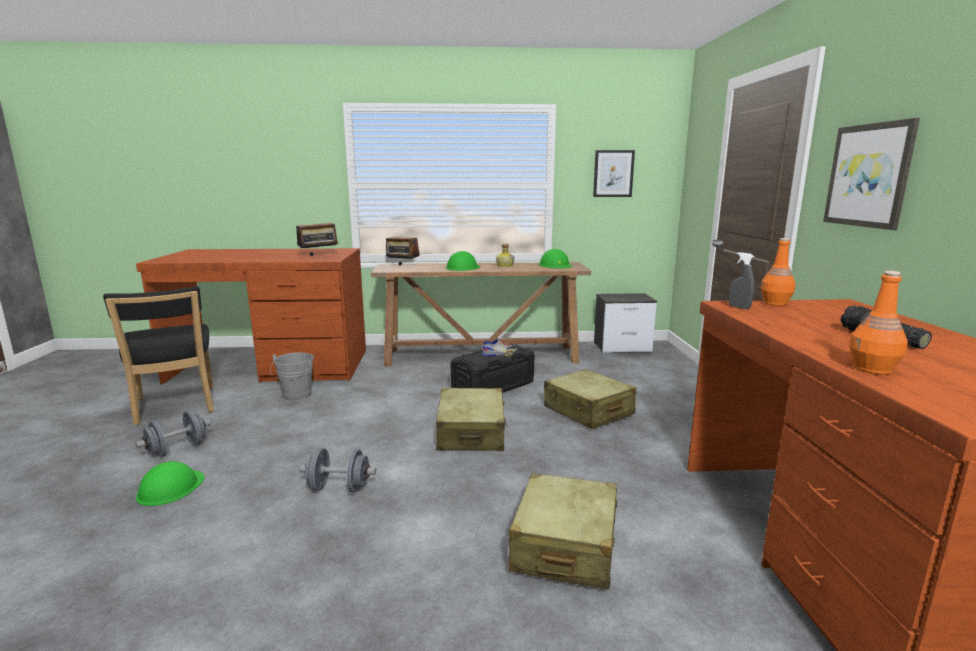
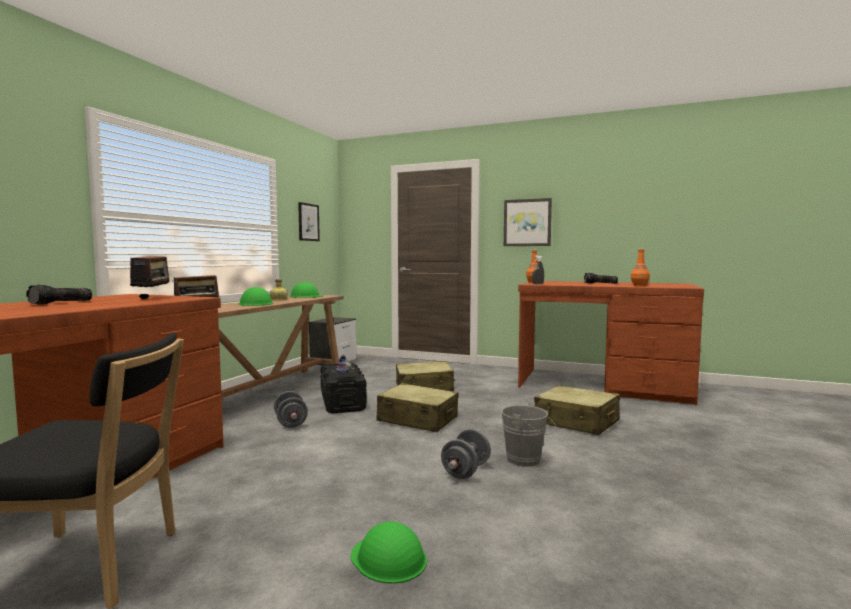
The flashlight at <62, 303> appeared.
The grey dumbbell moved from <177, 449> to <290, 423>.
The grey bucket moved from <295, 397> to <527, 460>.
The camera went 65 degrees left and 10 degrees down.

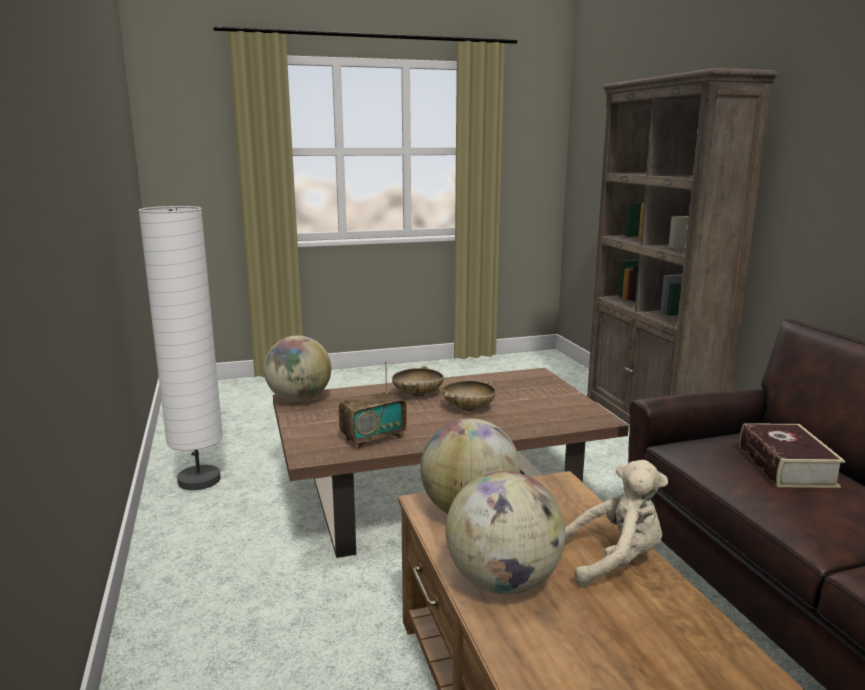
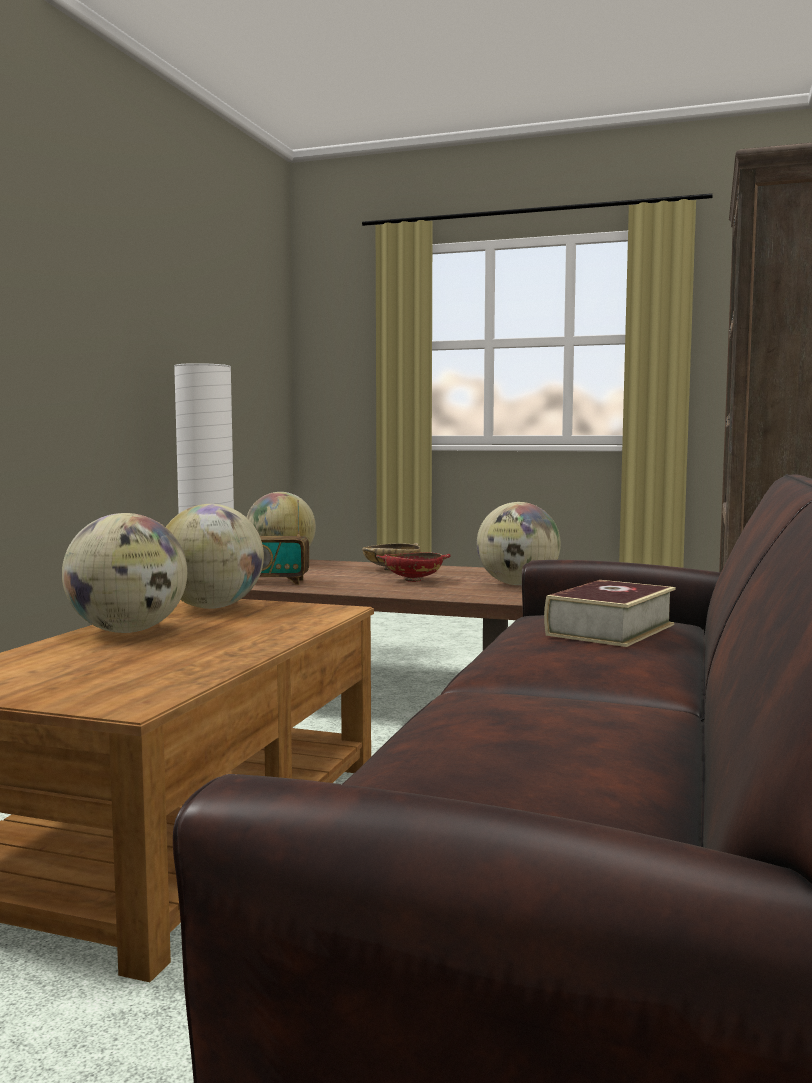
The beige bowl at <468, 408> became the red bowl at <413, 580>.
The globe at <517, 584> appeared.
The beige plush toy at <614, 561> disappeared.
The camera went 35 degrees right and 10 degrees down.

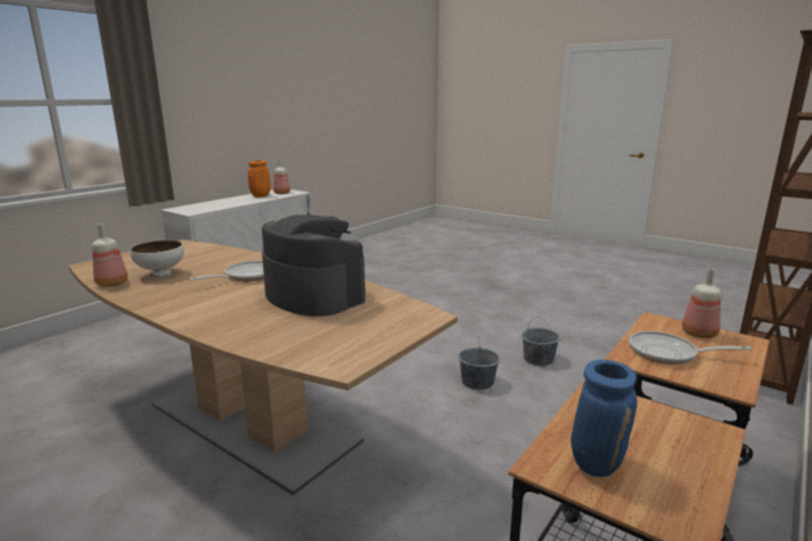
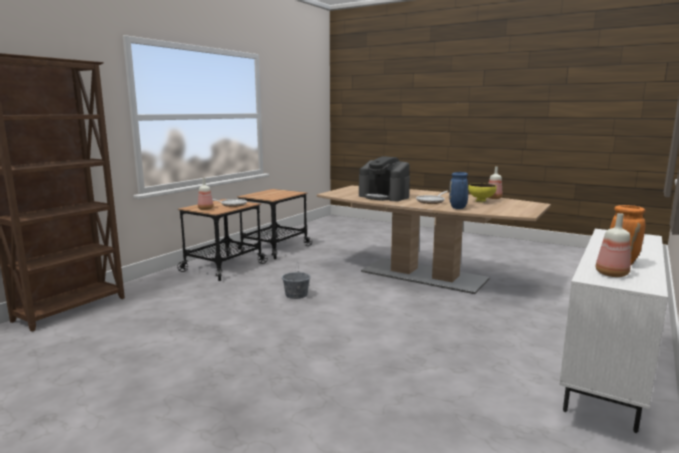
The blue vase moved from <596, 463> to <458, 208>.
The white bowl at <161, 274> became the yellow bowl at <481, 201>.
The grey bucket at <538, 359> disappeared.
The camera went 175 degrees right and 5 degrees down.

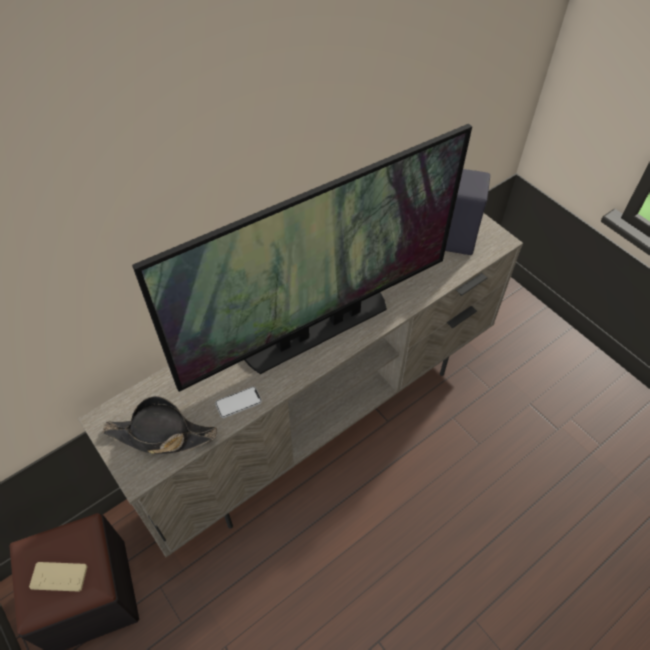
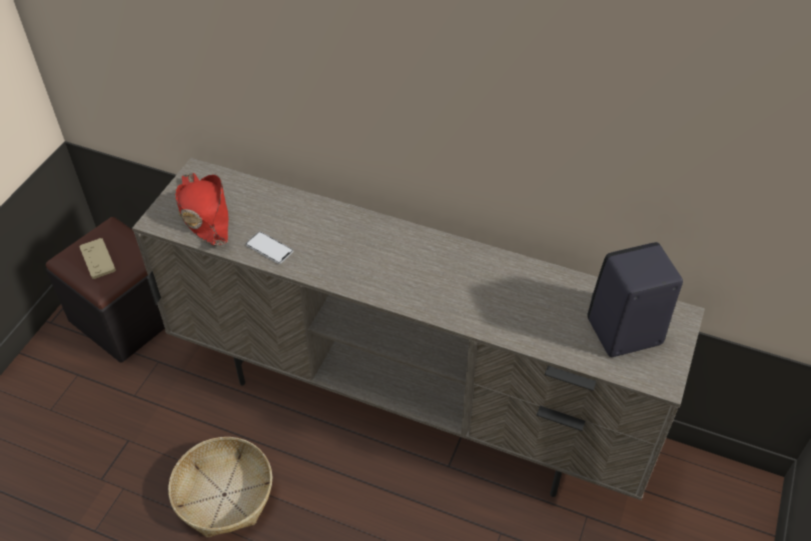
The basket at <224, 494> appeared.
The black hat at <160, 435> became the red hat at <204, 214>.
The television at <317, 329> disappeared.
The camera went 60 degrees right and 5 degrees down.

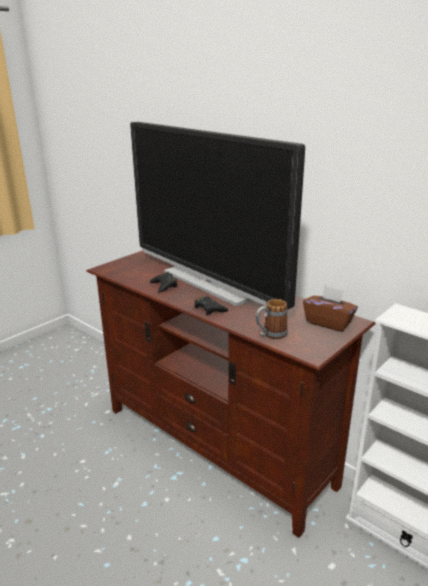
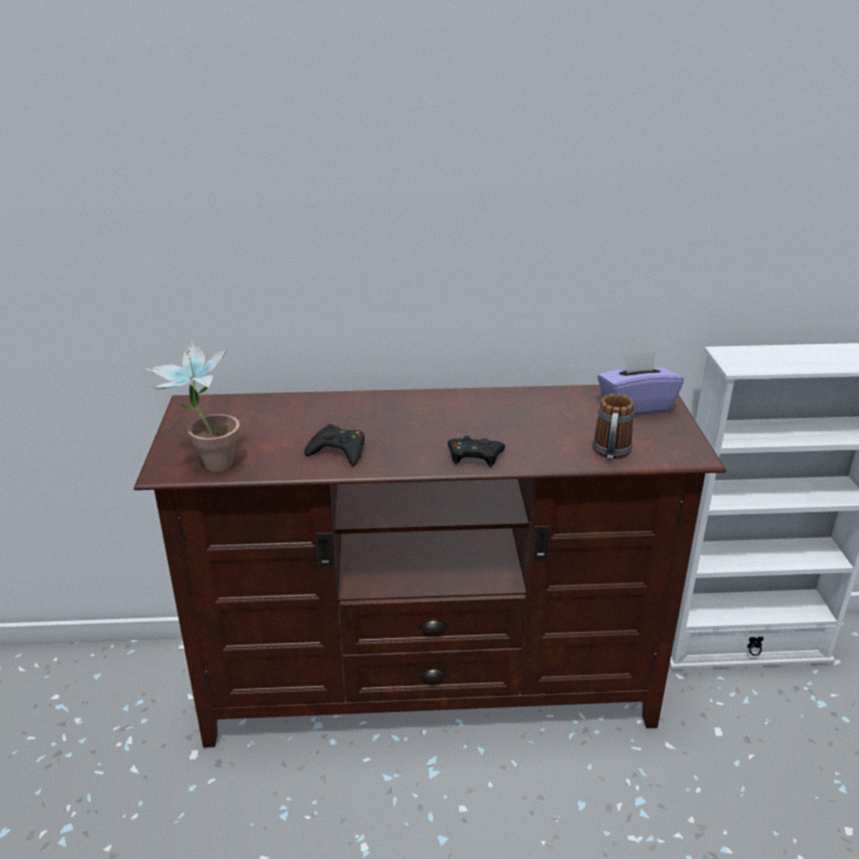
The potted plant at <207, 466> appeared.
The brown tissue box at <328, 323> became the purple tissue box at <635, 406>.
The television at <210, 283> disappeared.
The camera went 45 degrees left and 5 degrees up.

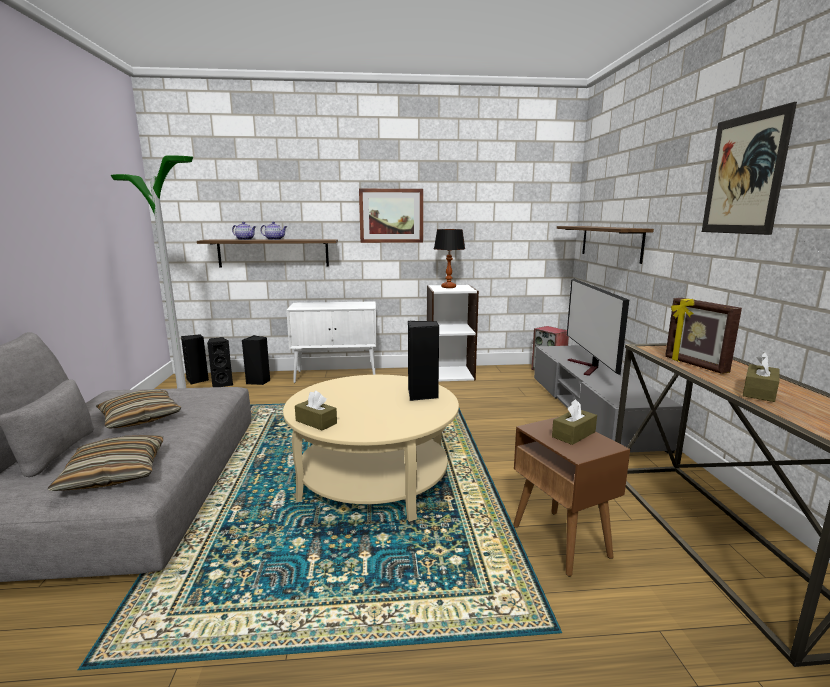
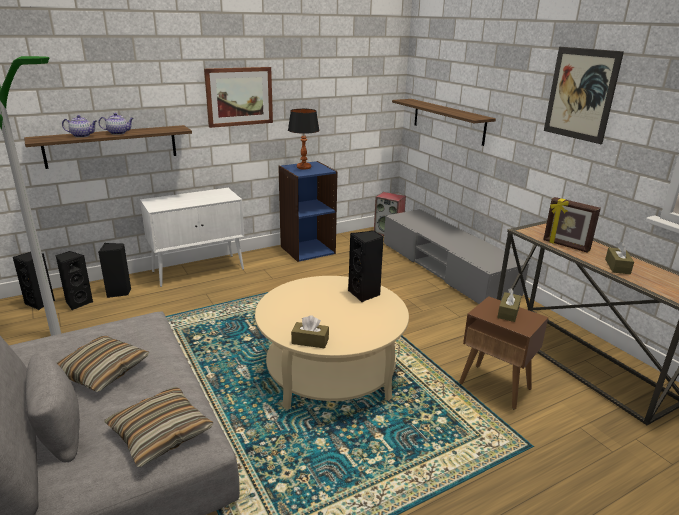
The white bookcase at <450, 373> became the blue bookcase at <307, 249>.
The television at <588, 368> disappeared.
The camera went 25 degrees left and 10 degrees up.

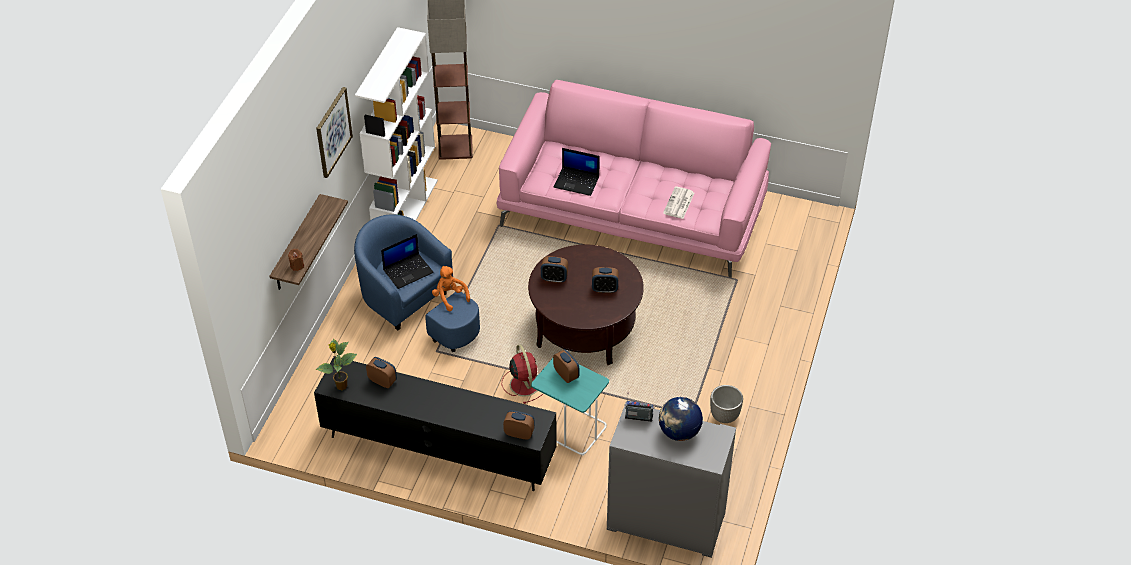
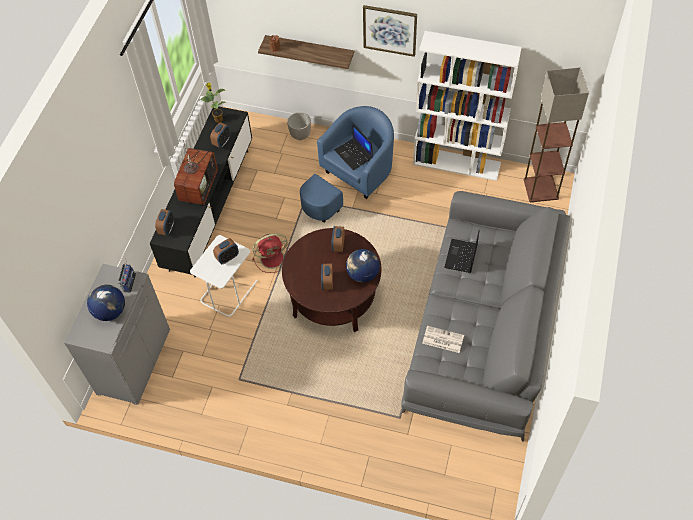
The television at <197, 185> appeared.
The turquoise side table at <568, 427> became the white side table at <228, 290>.
The planter moved from <724, 416> to <300, 135>.
The globe at <362, 274> appeared.
The pink sofa at <633, 209> became the grey sofa at <482, 329>.
The orange plush toy at <450, 297> disappeared.
The camera went 90 degrees right and 10 degrees up.

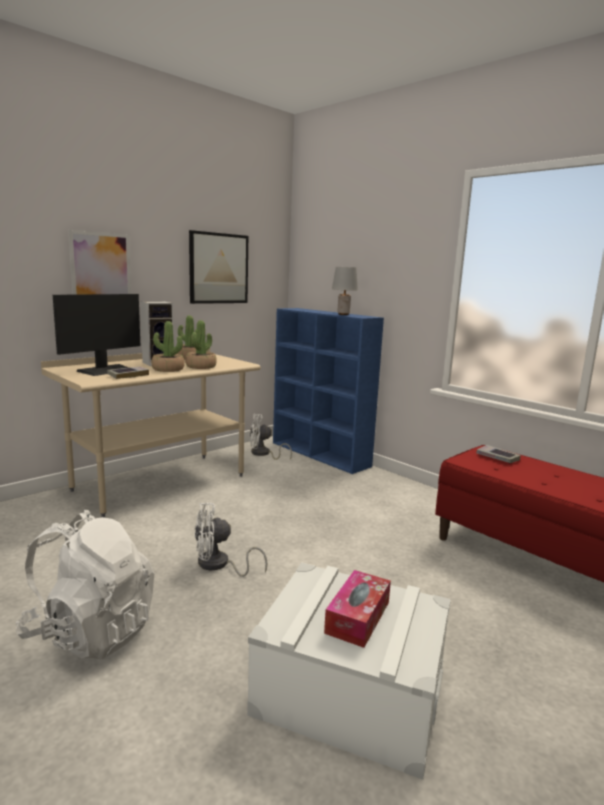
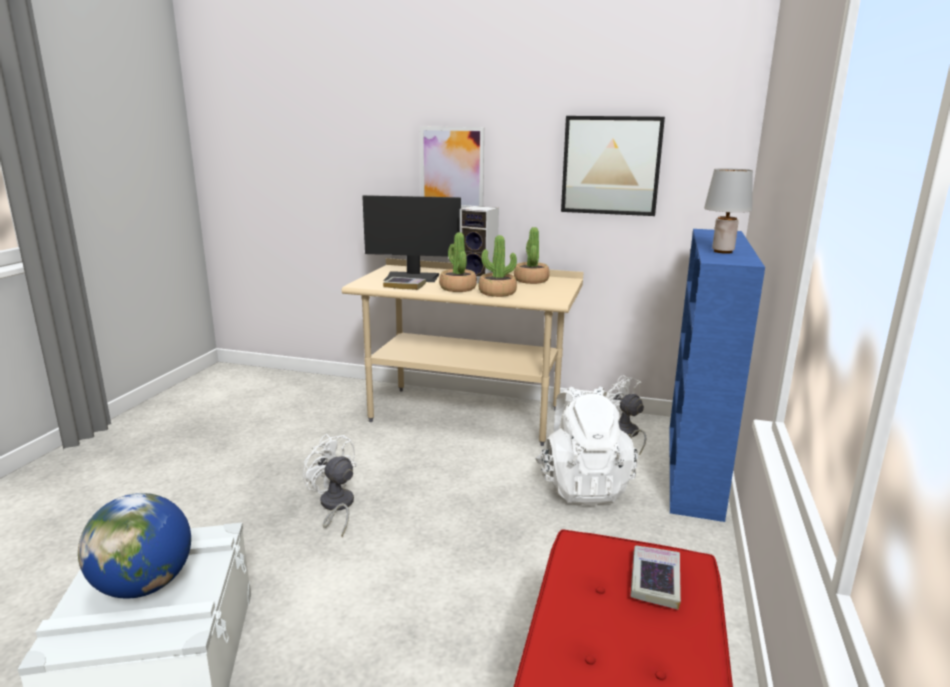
The tissue box at <358, 617> was replaced by the globe at <144, 585>.
The white backpack moved from <91, 632> to <582, 486>.
The camera went 60 degrees right and 5 degrees up.

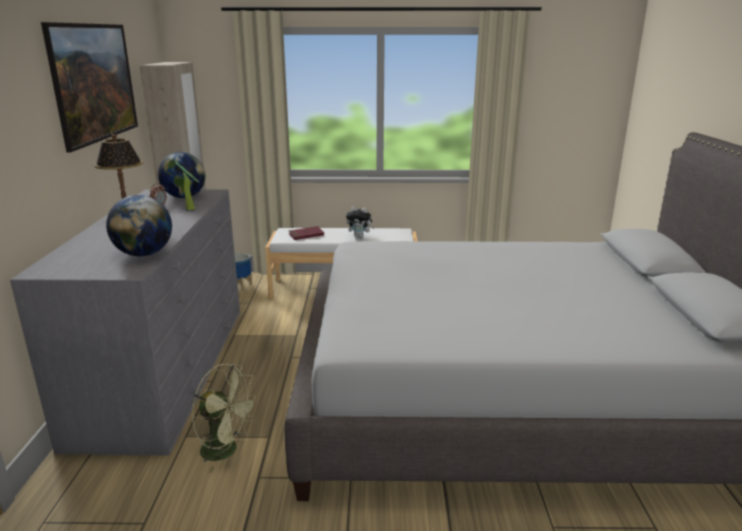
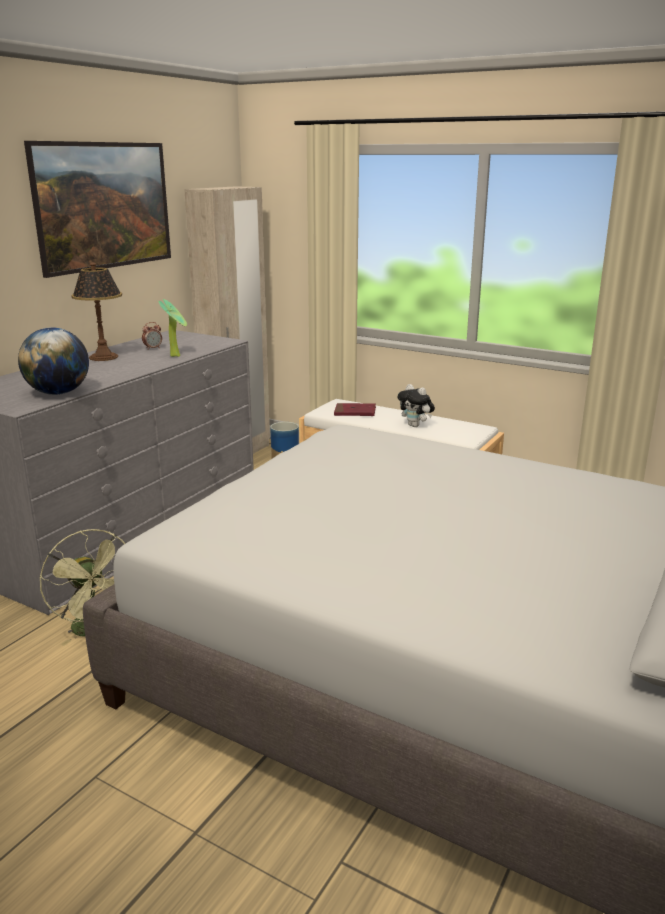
The globe at <184, 197> disappeared.
The camera went 30 degrees right and 0 degrees up.

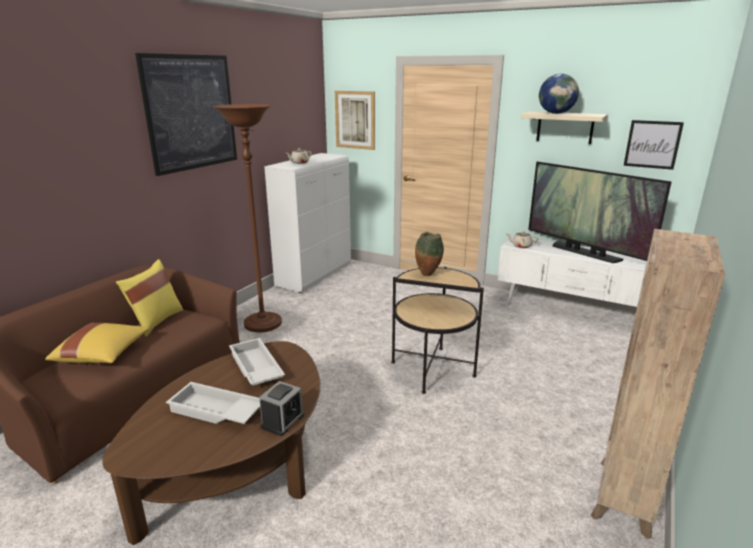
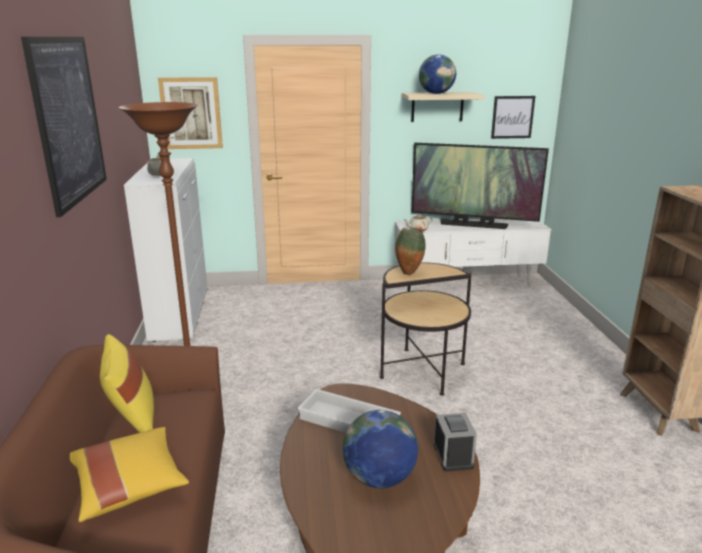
The white tray at <215, 411> was replaced by the globe at <379, 478>.
The camera went 35 degrees left and 0 degrees up.

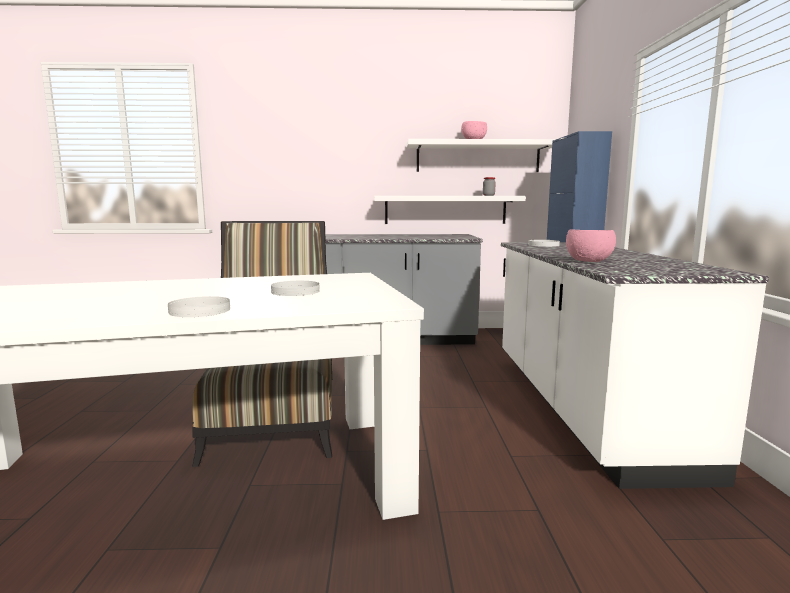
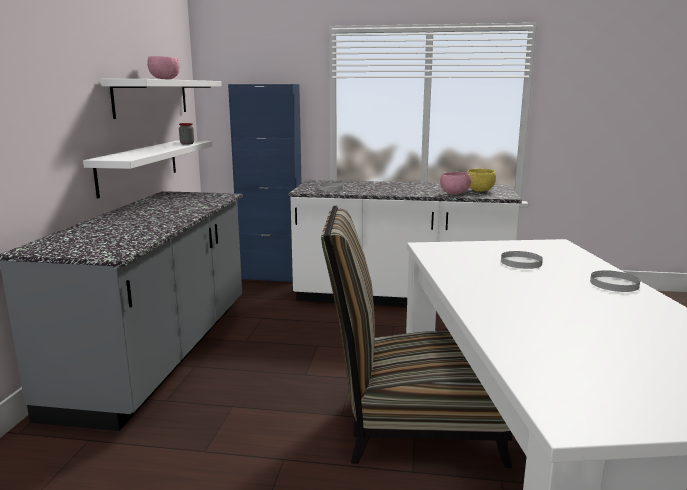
The yellow bowl at <479, 190> appeared.
The camera went 80 degrees left and 5 degrees up.

